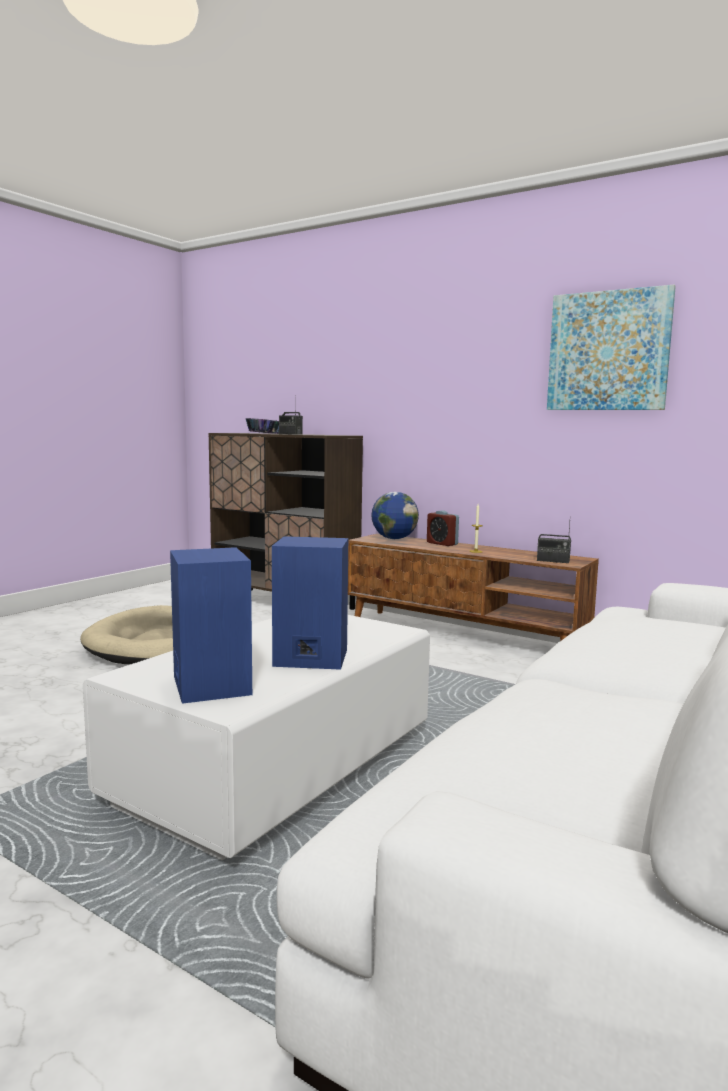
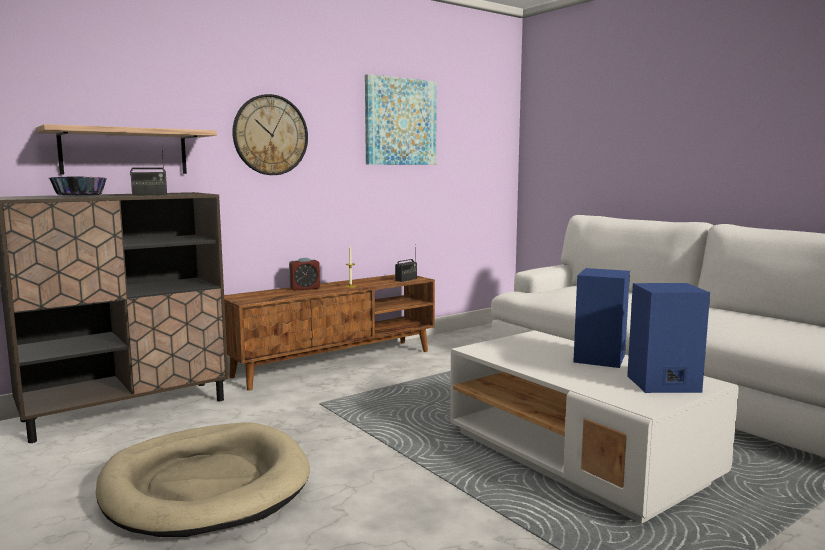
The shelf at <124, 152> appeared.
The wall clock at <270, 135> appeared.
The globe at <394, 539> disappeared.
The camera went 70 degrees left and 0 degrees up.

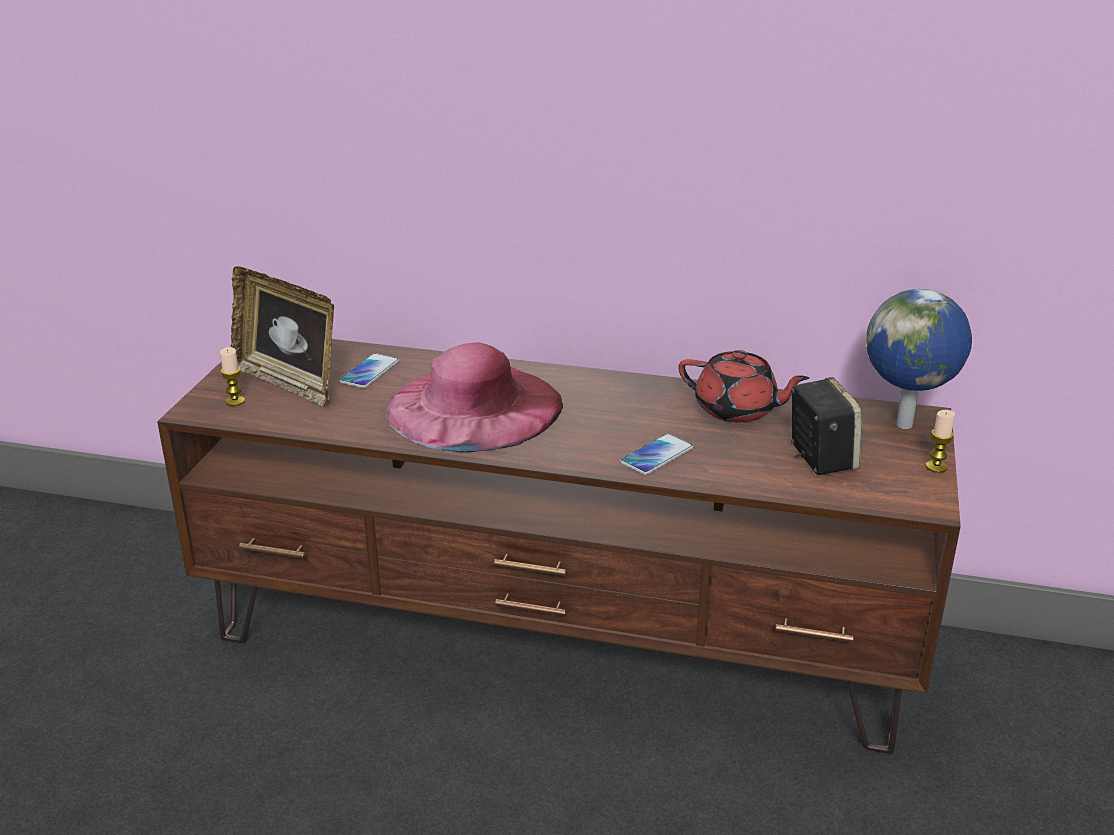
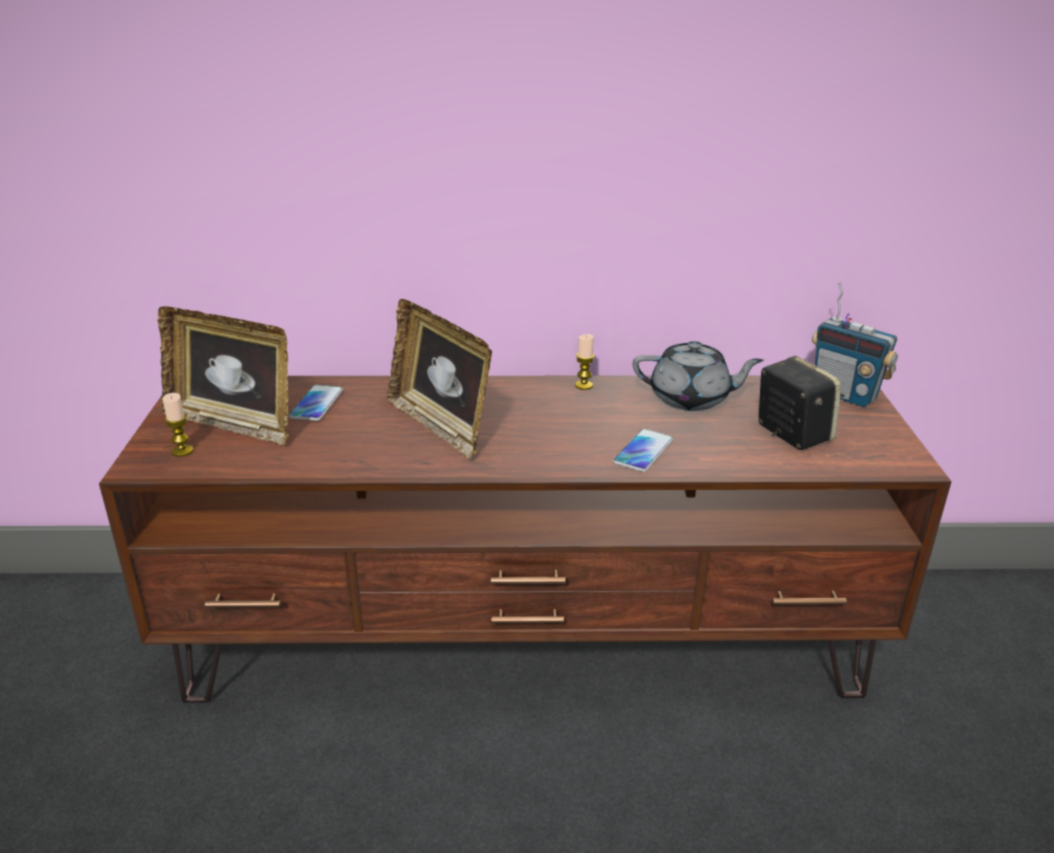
The pink hat at <474, 406> was replaced by the picture frame at <440, 425>.
The candle moved from <936, 467> to <584, 385>.
The red teapot at <737, 410> became the grey teapot at <691, 399>.
The globe at <906, 425> was replaced by the radio at <844, 395>.
The camera went 15 degrees left and 0 degrees up.

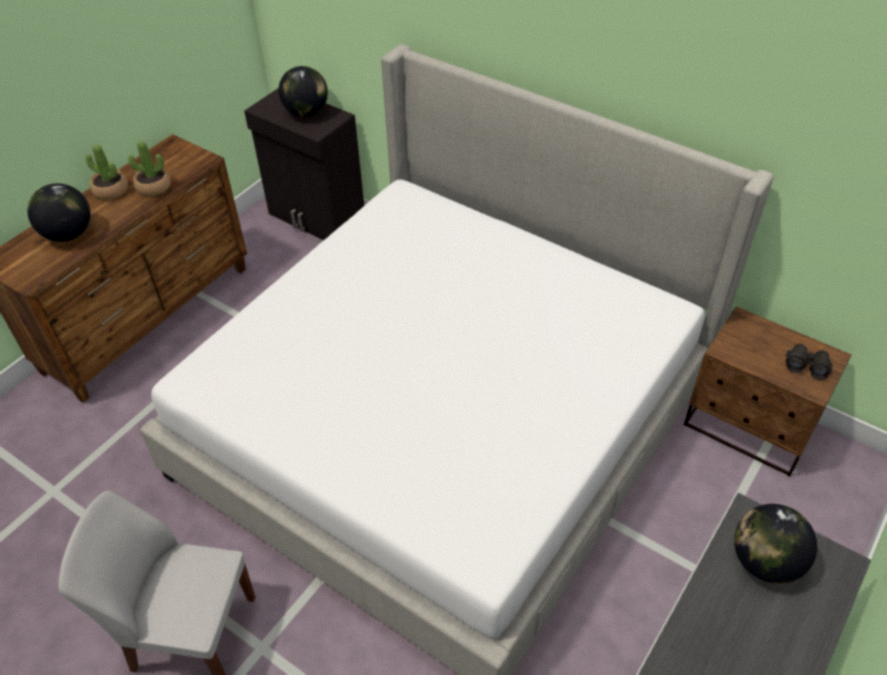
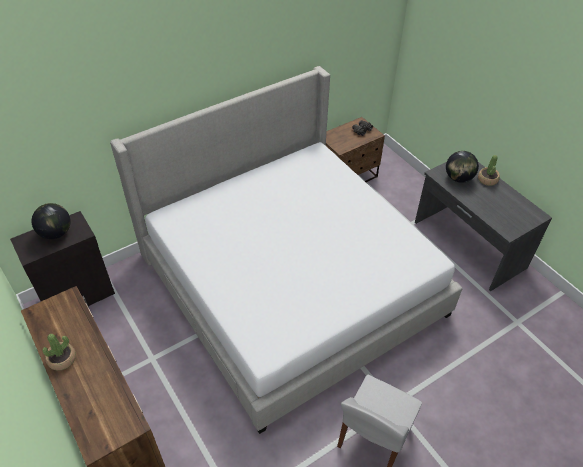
The potted plant moved from <154, 187> to <487, 180>.
The globe at <69, 234> disappeared.
The camera went 70 degrees left and 0 degrees up.

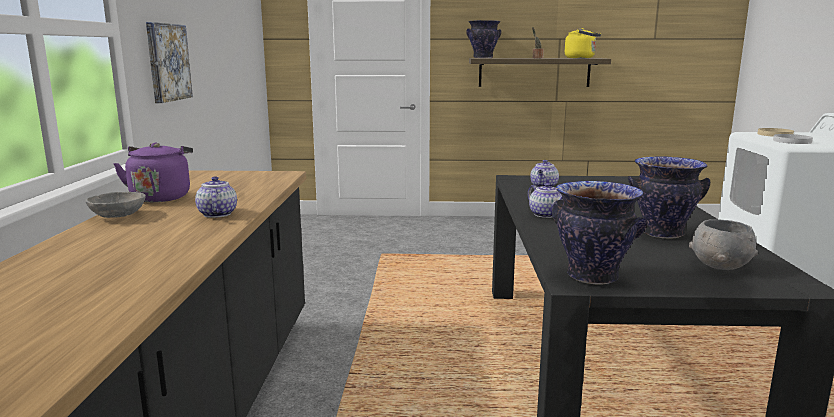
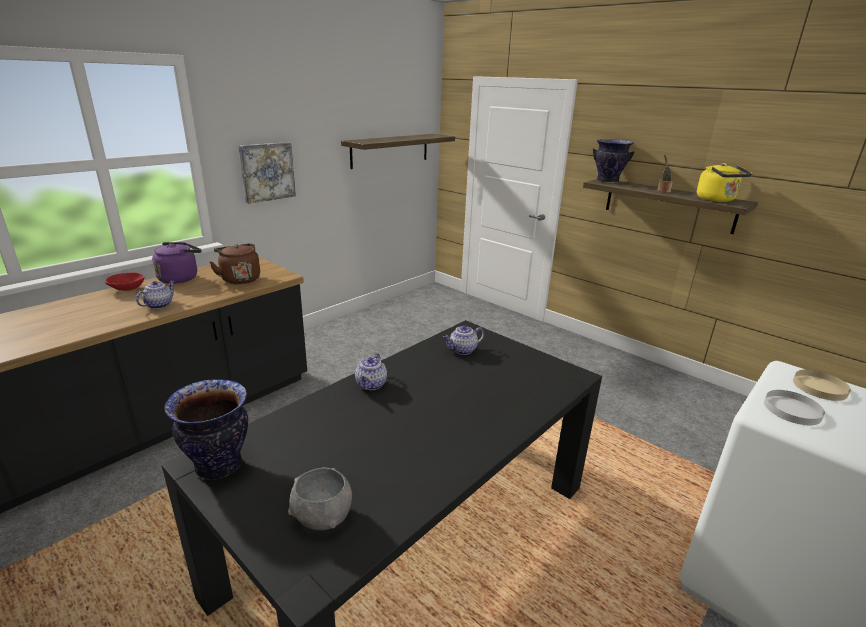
The grey bowl at <118, 216> became the red bowl at <127, 289>.
The brown kettle at <240, 279> appeared.
The shelf at <390, 150> appeared.
The vase at <662, 233> disappeared.
The camera went 40 degrees right and 10 degrees up.

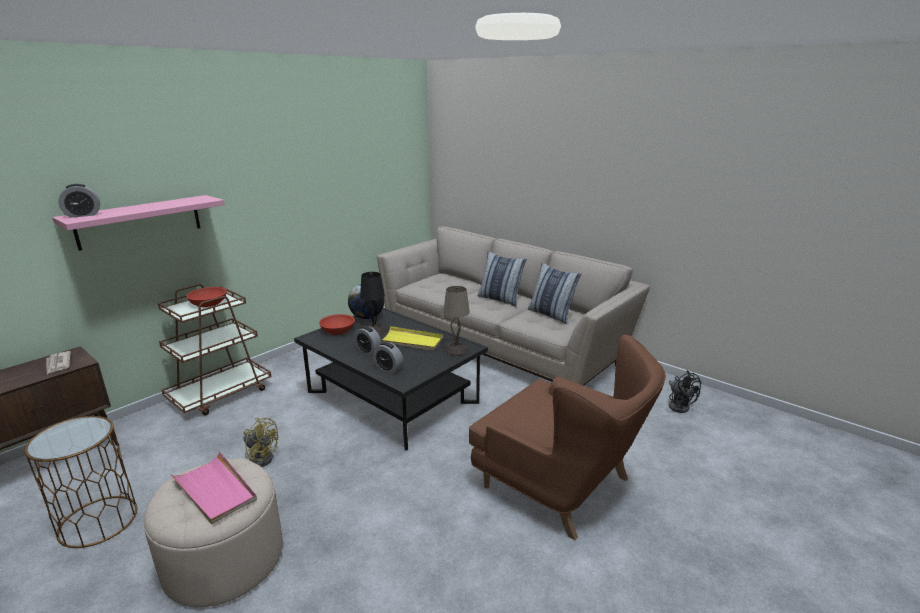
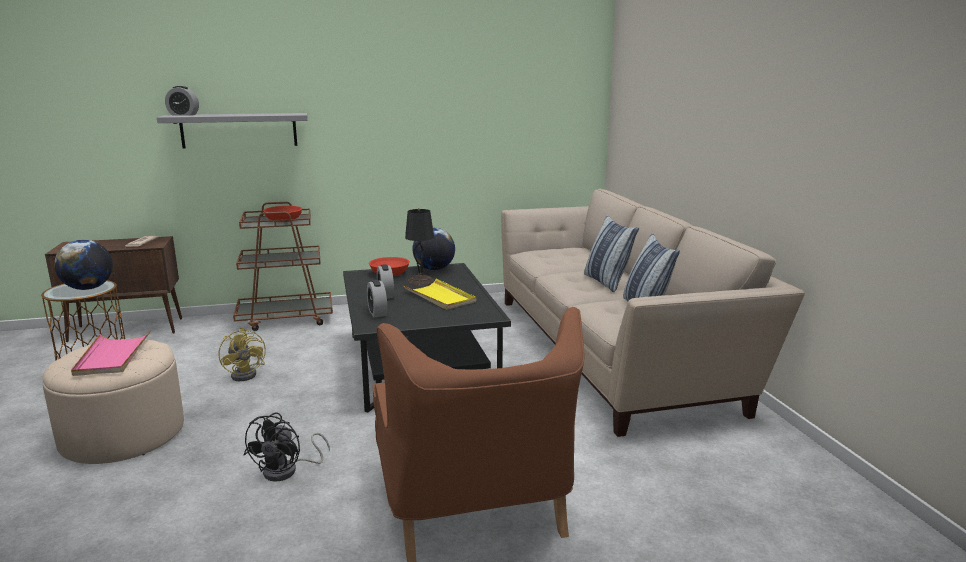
The globe at <88, 288> appeared.
The pink shelf at <139, 221> became the grey shelf at <239, 130>.
The black fan moved from <679, 405> to <287, 471>.
The beige table lamp at <456, 349> disappeared.
The camera went 35 degrees right and 5 degrees down.

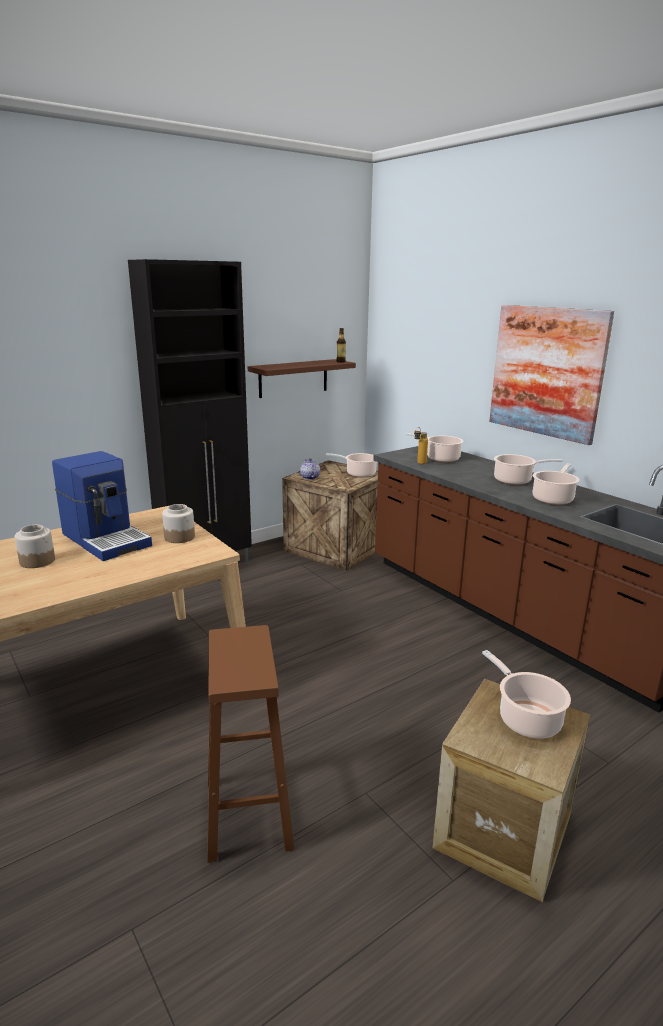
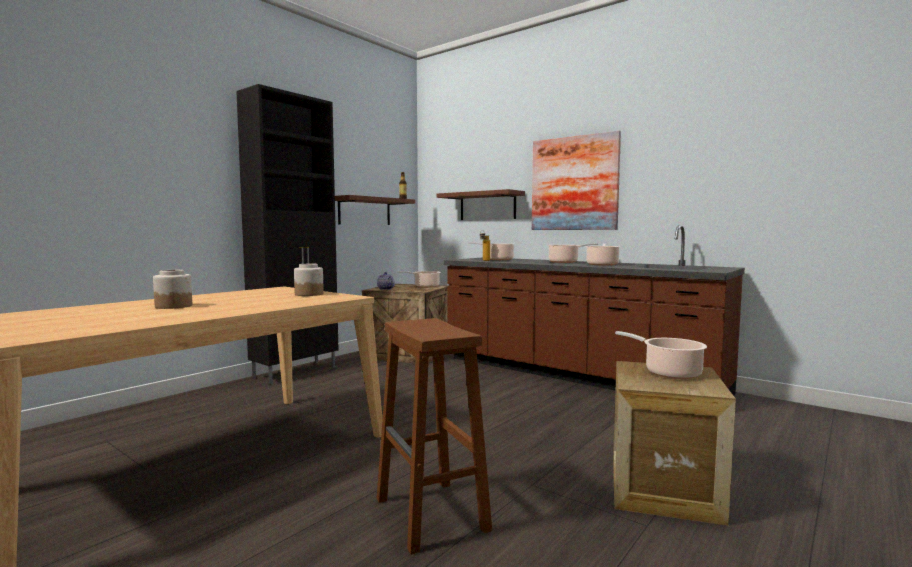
The brown shelf at <487, 206> appeared.
The coffee machine at <107, 539> disappeared.
The camera went 15 degrees left and 15 degrees down.

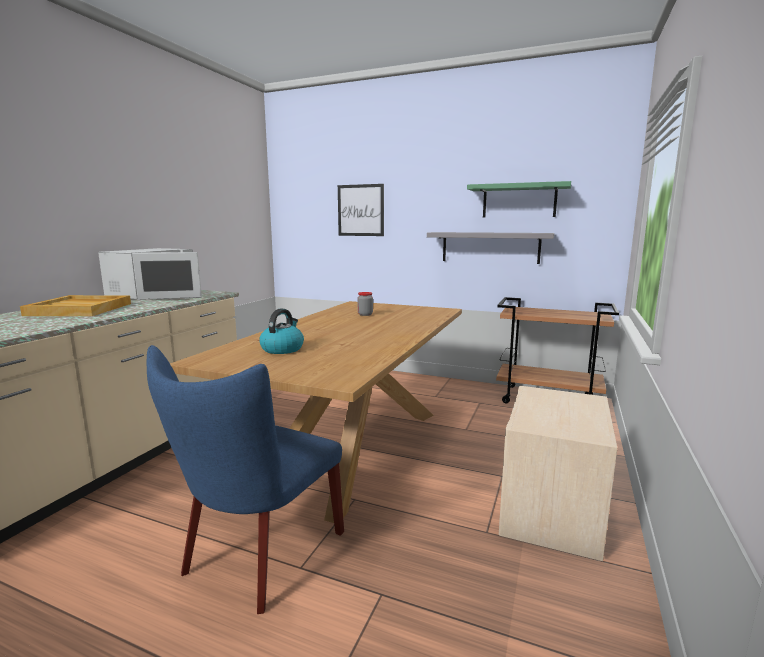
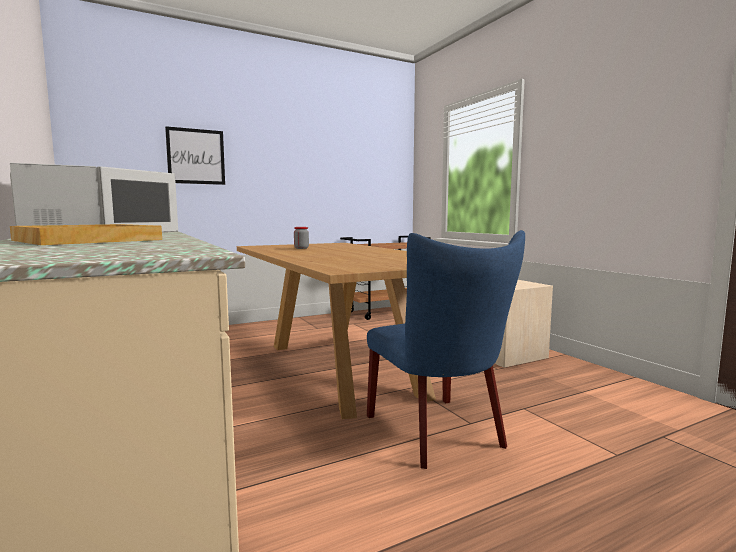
The kettle at <282, 349> disappeared.
The grey shelf at <490, 247> disappeared.
The green shelf at <519, 201> disappeared.
The camera went 50 degrees left and 5 degrees down.

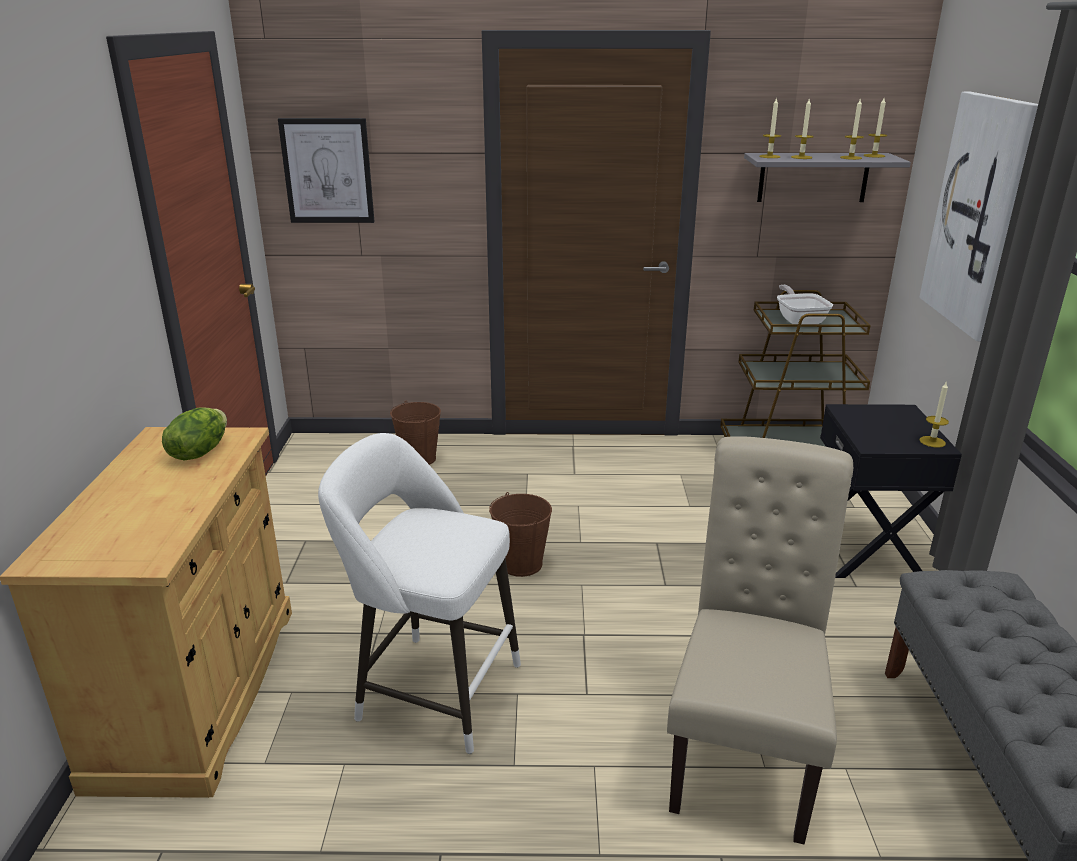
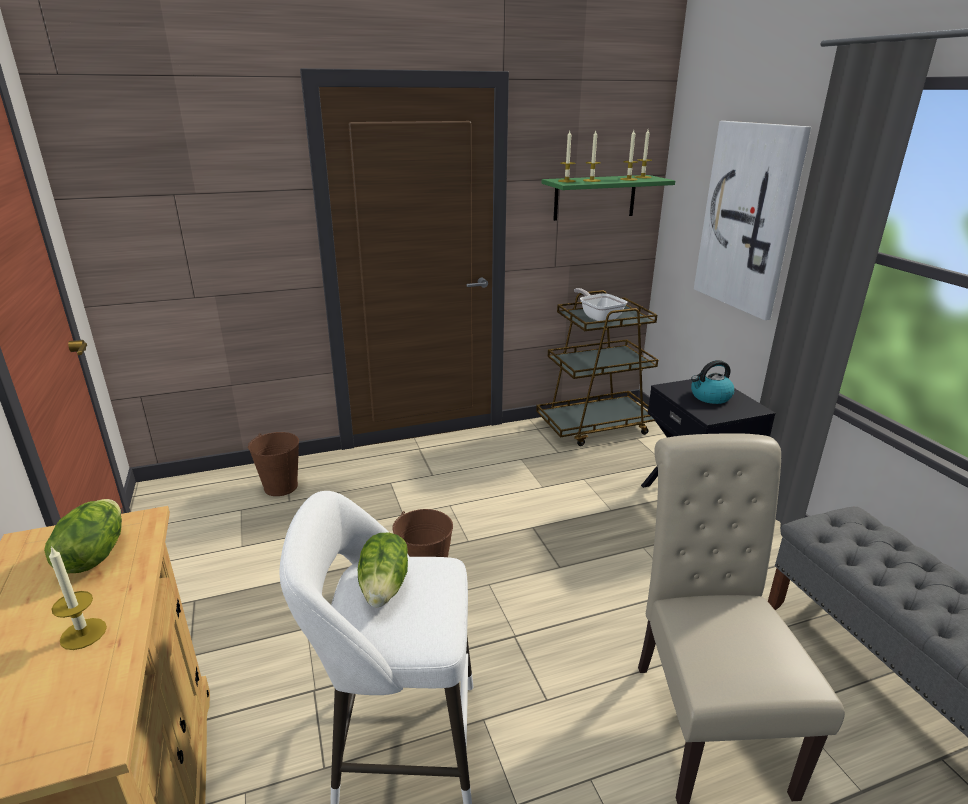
The candle moved from <932, 441> to <83, 634>.
The lettuce at <385, 587> appeared.
The grey shelf at <813, 177> became the green shelf at <595, 197>.
The kettle at <710, 397> appeared.
The picture at <327, 171> disappeared.
The camera went 20 degrees left and 0 degrees up.

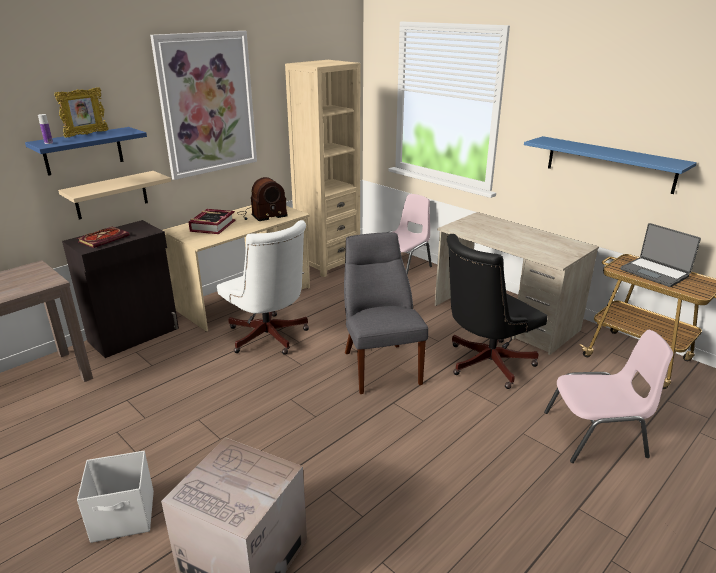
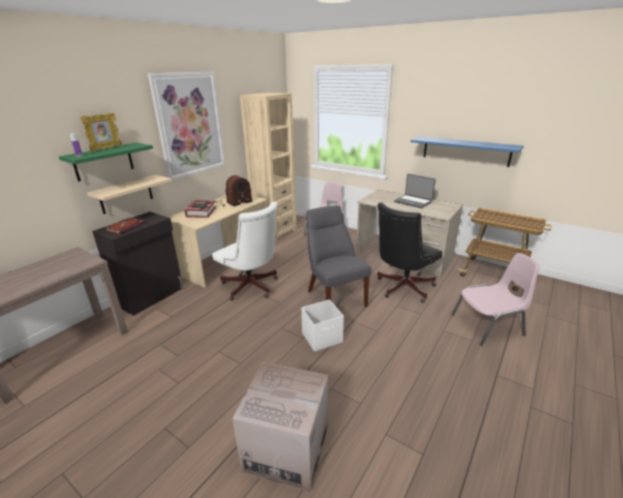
The blue shelf at <83, 151> became the green shelf at <103, 162>.
The white storage box moved from <124, 517> to <322, 338>.
The laptop moved from <655, 273> to <413, 202>.
The camera went 10 degrees left and 0 degrees up.

